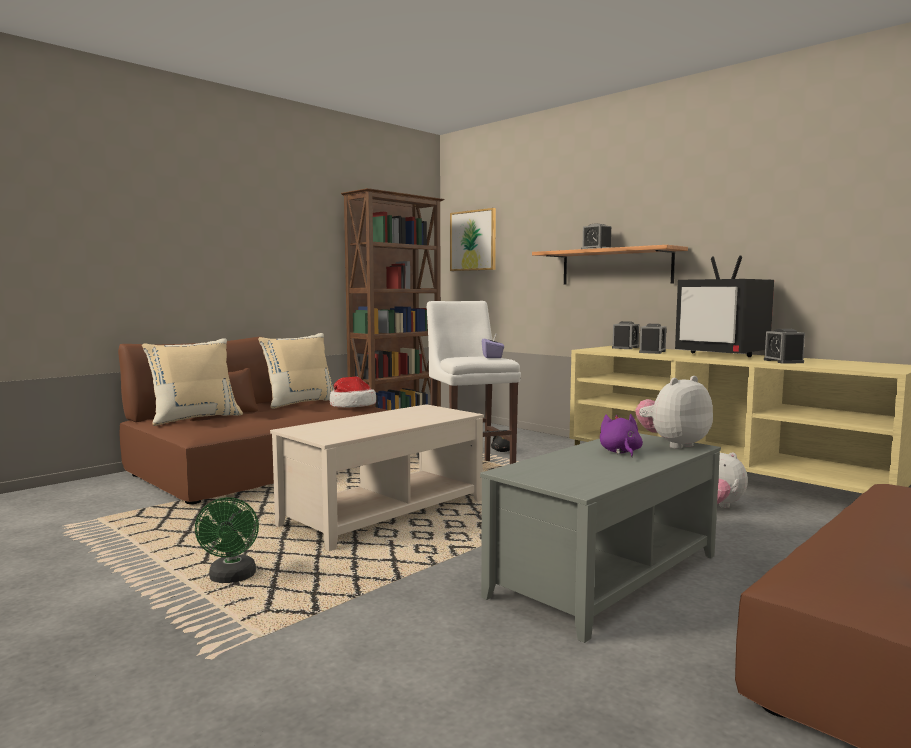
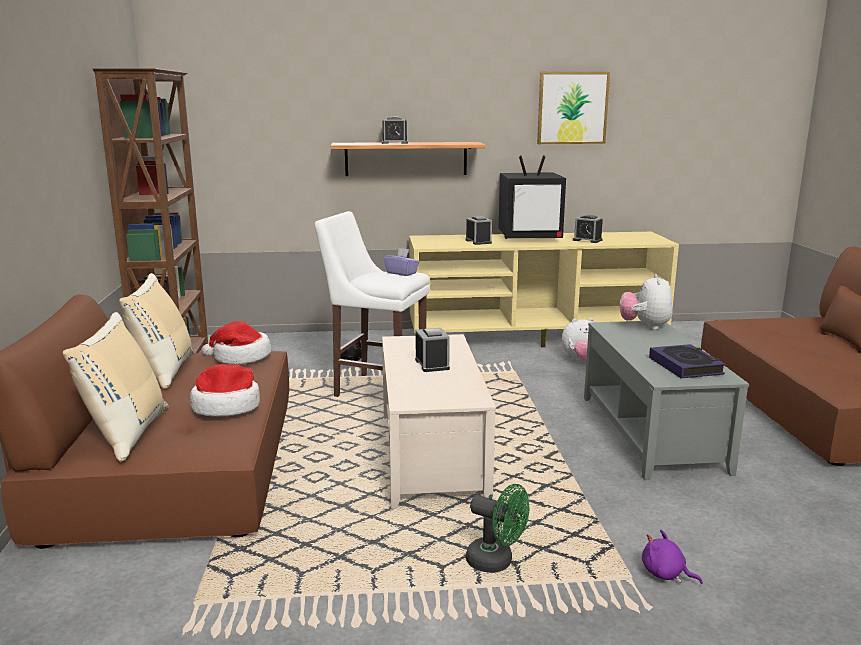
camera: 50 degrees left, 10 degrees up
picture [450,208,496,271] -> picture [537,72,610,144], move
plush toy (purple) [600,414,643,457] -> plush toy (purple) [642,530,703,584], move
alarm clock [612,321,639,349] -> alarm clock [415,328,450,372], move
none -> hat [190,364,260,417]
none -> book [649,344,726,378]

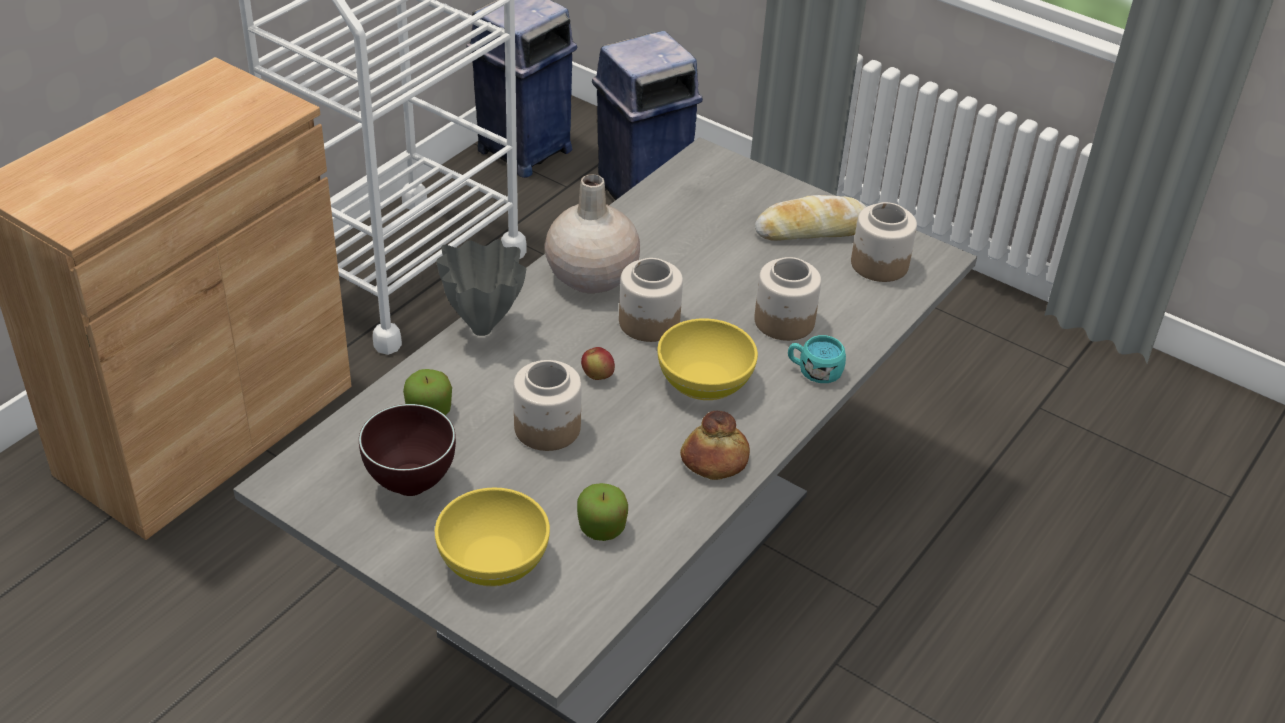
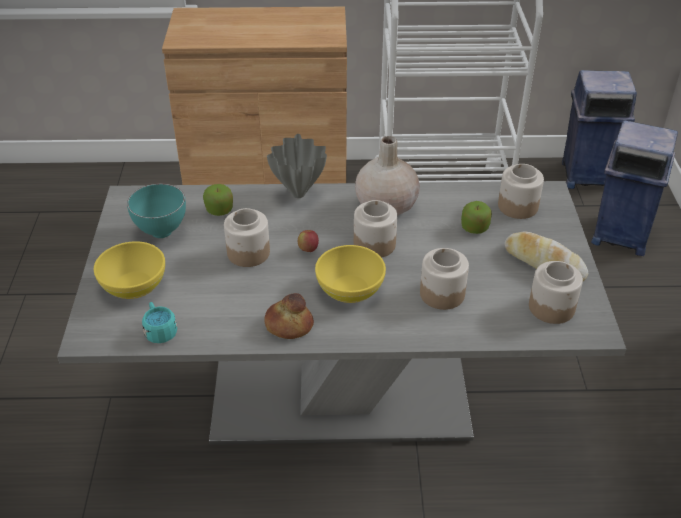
camera: 55 degrees right, 0 degrees up
bowl (brown) [359,404,456,496] -> bowl (turquoise) [127,183,186,238]
apple [577,483,628,541] -> apple [461,201,492,234], move
mug (turquoise) [788,335,846,383] -> mug (turquoise) [142,302,177,343], move
none -> jar [498,164,544,219]

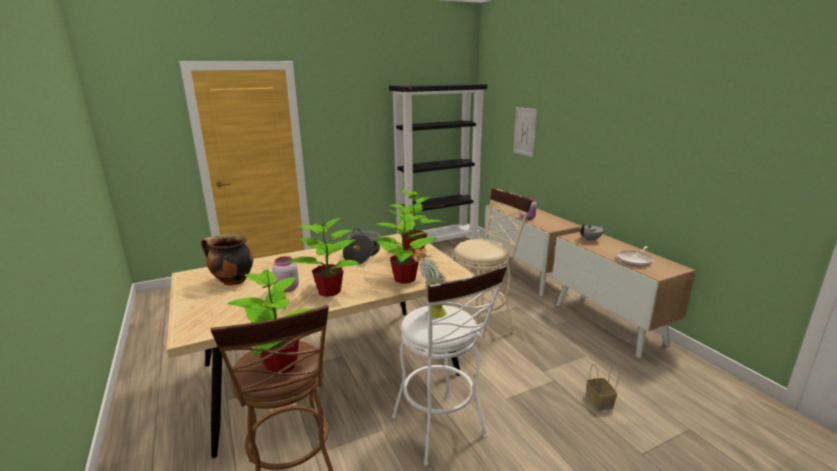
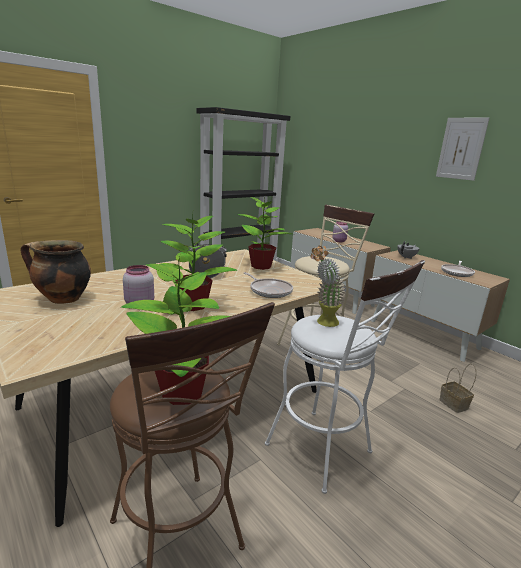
camera: 15 degrees left, 0 degrees up
potted plant [374,205,438,284] -> frying pan [244,272,293,298]
picture [513,107,537,157] -> picture [436,117,489,181], move

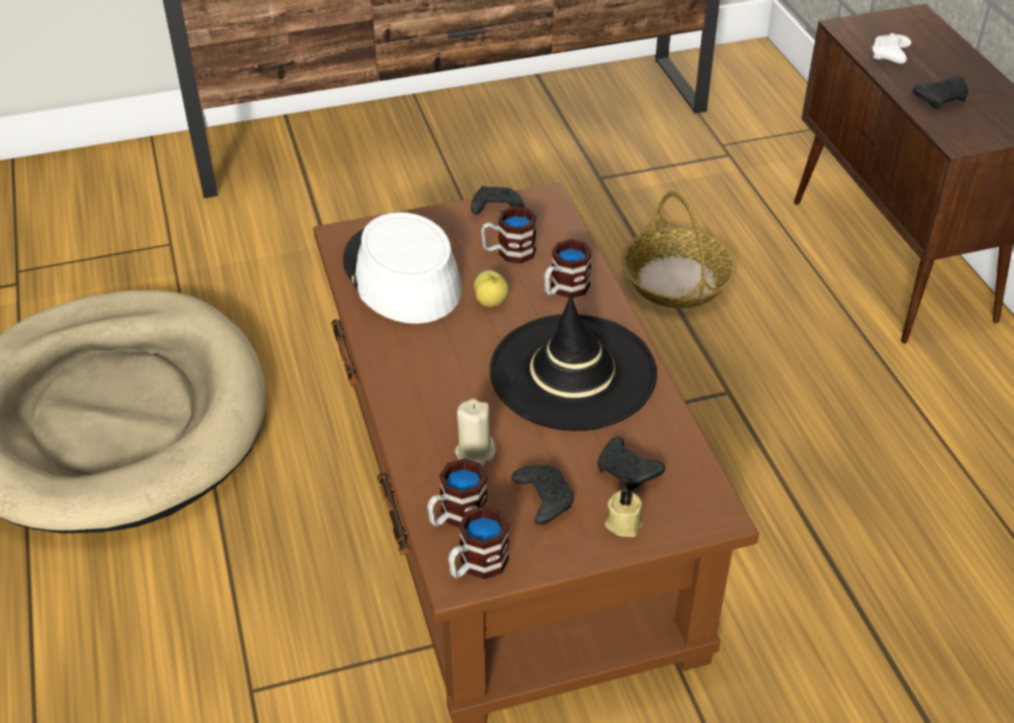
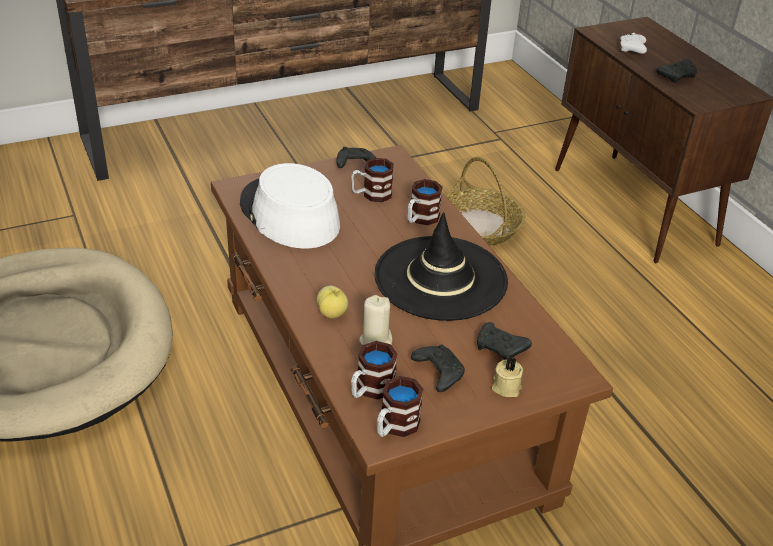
camera: 10 degrees left, 5 degrees down
apple [474,270,509,307] -> apple [317,286,348,318], move

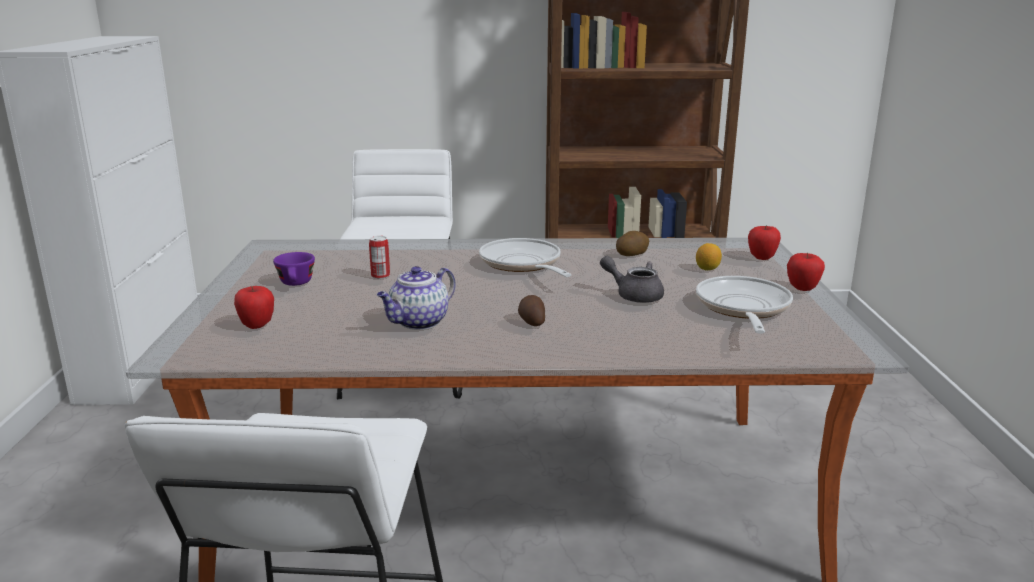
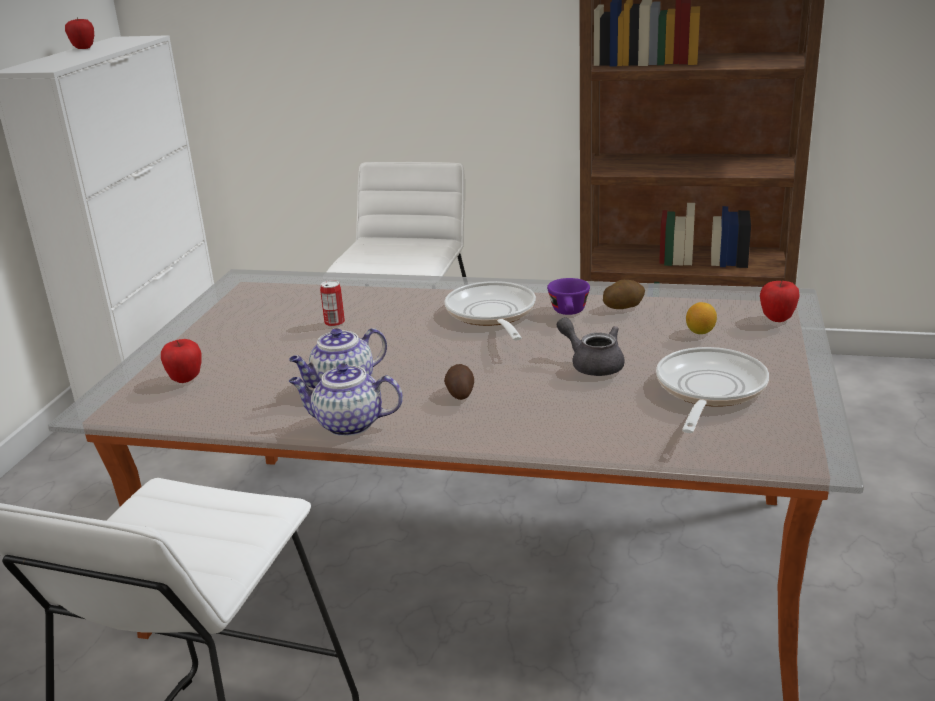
camera: 15 degrees right, 5 degrees up
cup (purple) [273,252,315,286] -> cup (purple) [547,278,590,315], move
apple [787,253,825,291] -> apple [65,17,94,49], move
none -> teapot [289,363,403,436]

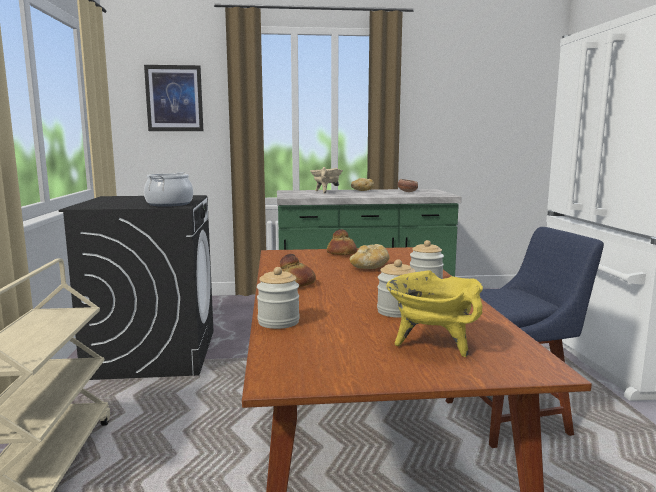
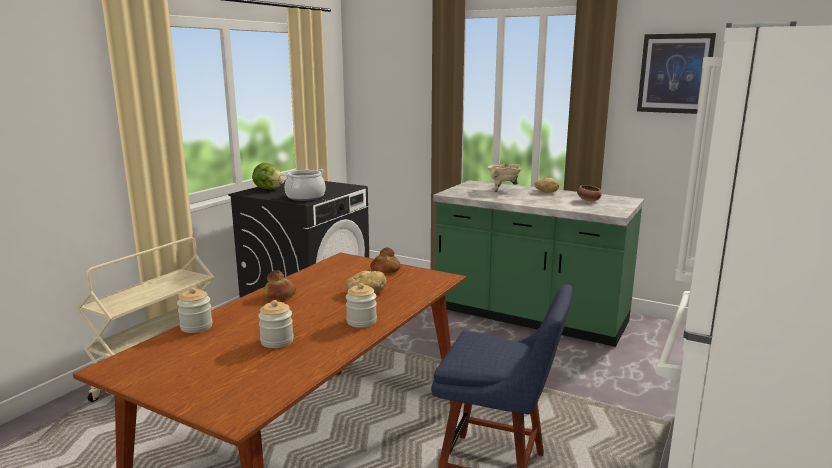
camera: 35 degrees right, 5 degrees up
picture [144,65,203,131] -> picture [637,33,716,114], move
cooking pot (yellow) [386,270,483,357] -> none
none -> lettuce [252,163,285,190]

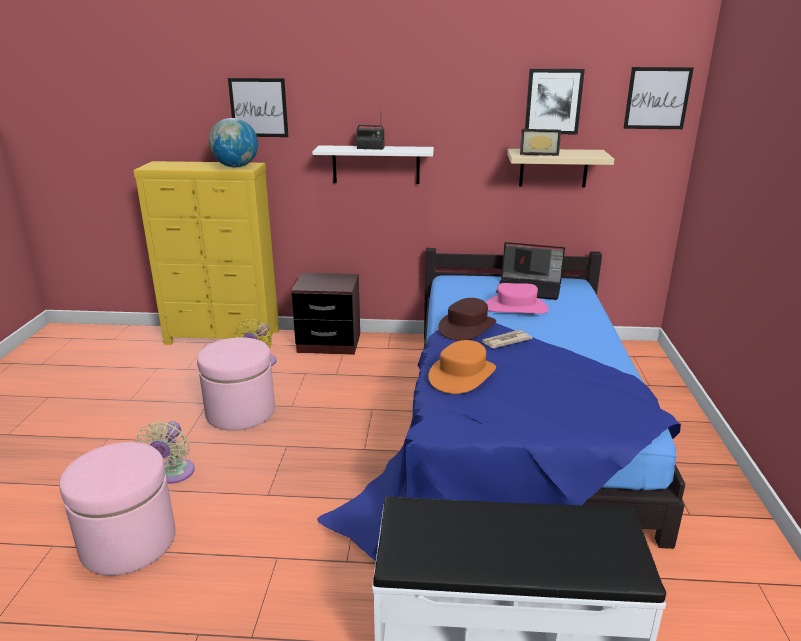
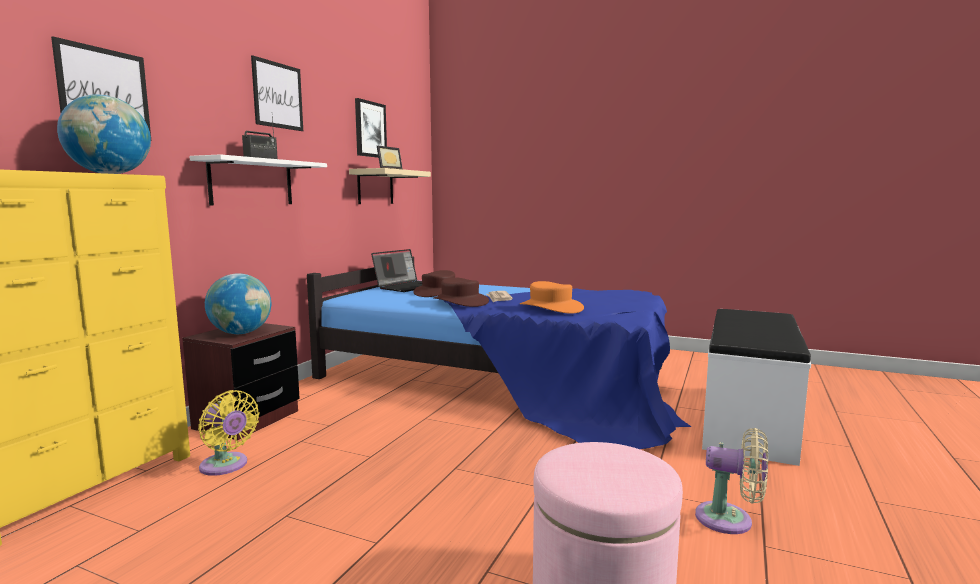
camera: 70 degrees left, 15 degrees down
fan (beige) [135,421,195,484] -> fan (beige) [695,428,768,534], move
ottoman (pink) [197,337,275,431] -> none
hat (pink) [486,283,549,314] -> hat (brown) [413,270,455,297]
picture [624,67,694,129] -> picture [251,55,303,131], move
none -> globe [205,273,271,334]

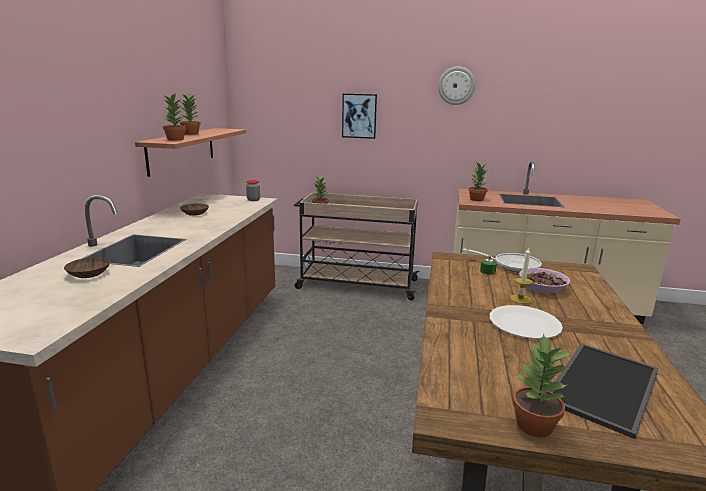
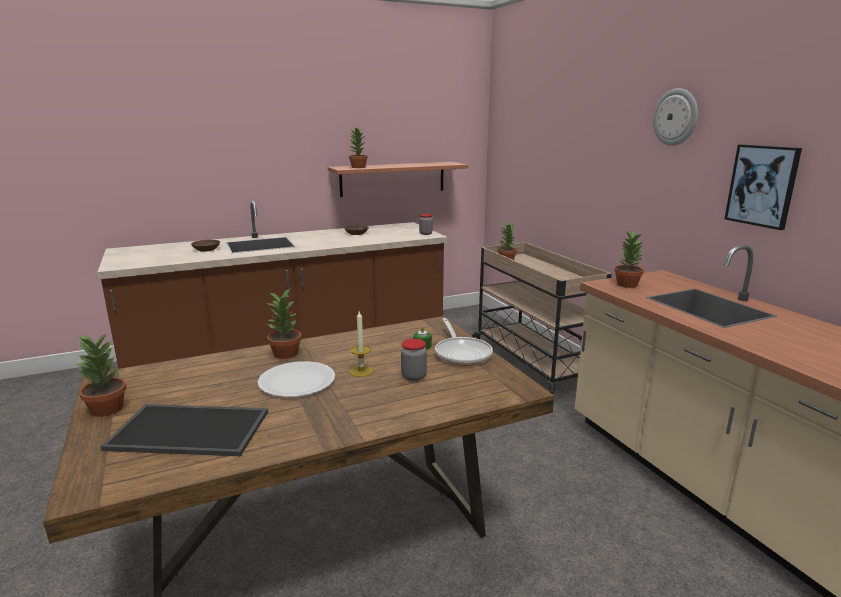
camera: 55 degrees right, 0 degrees up
potted plant [180,92,201,135] -> potted plant [267,289,302,359], move
picture [342,94,377,139] -> picture [724,144,802,230], move
bowl [519,268,570,294] -> jar [401,339,427,381]

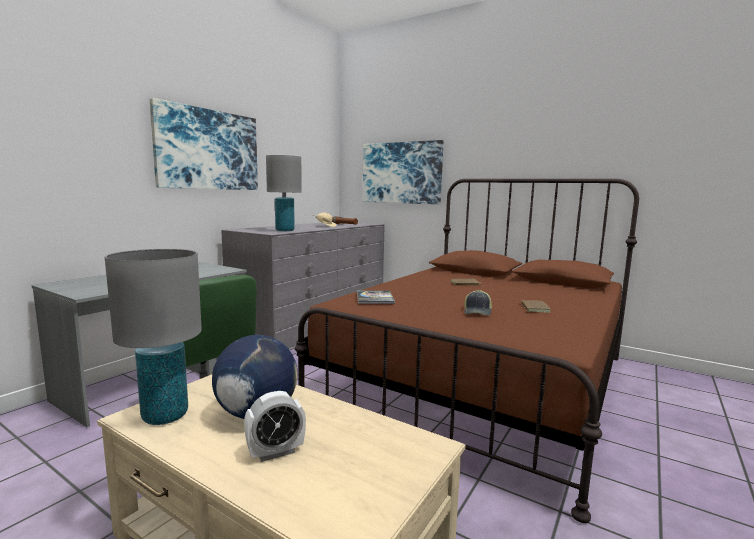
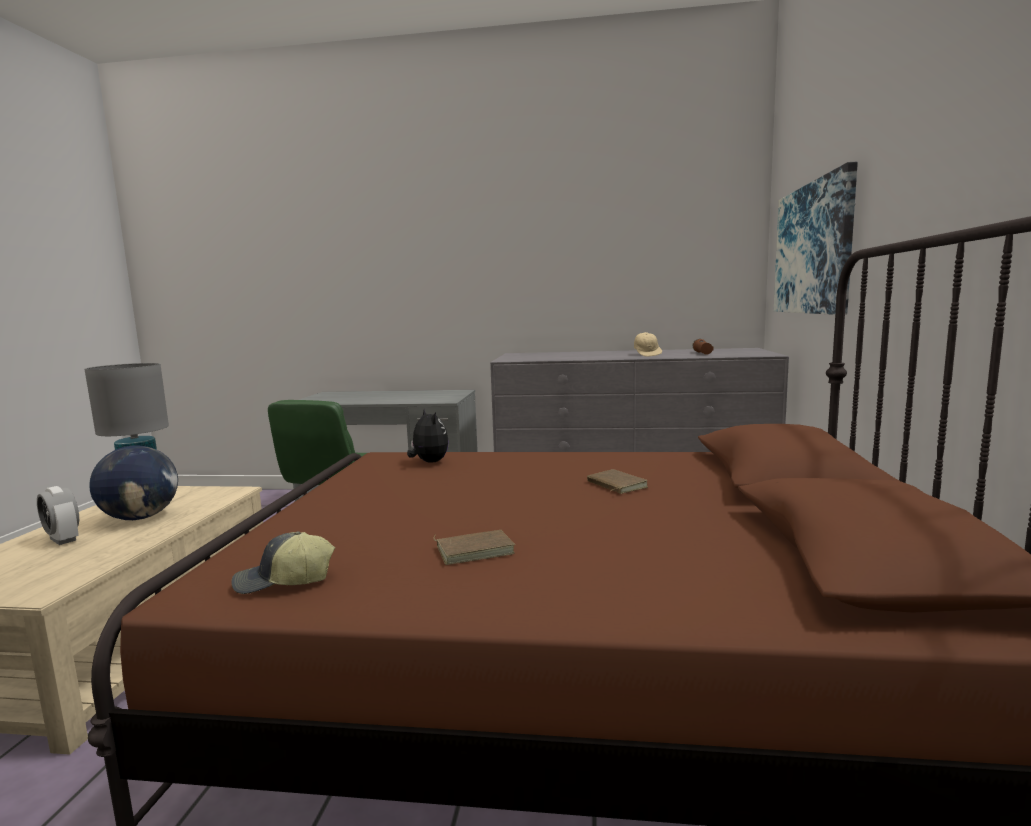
camera: 65 degrees right, 0 degrees up
picture [150,98,258,190] -> none
table lamp (grey) [266,155,302,231] -> none
book [357,290,395,304] -> plush toy [407,408,449,463]
cap [464,290,492,316] -> cap [231,531,335,594], move

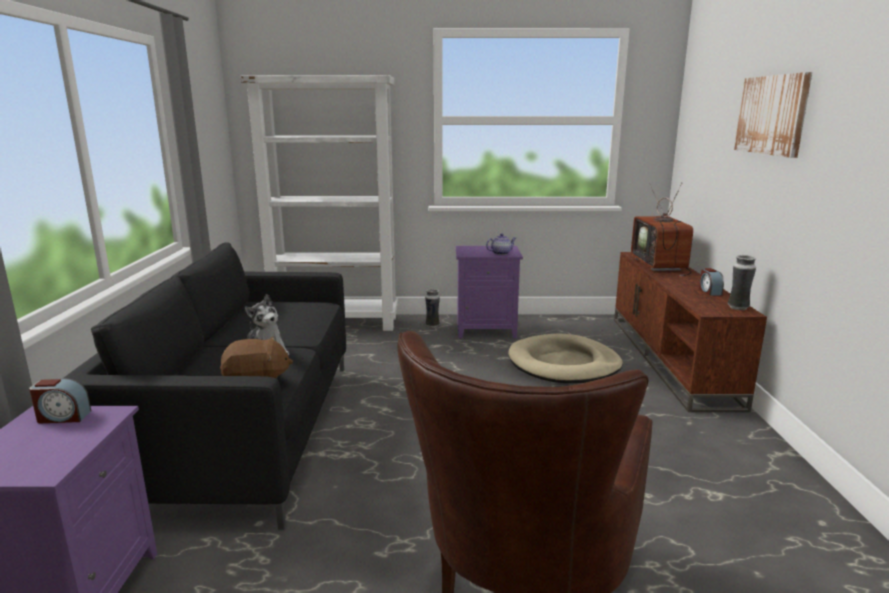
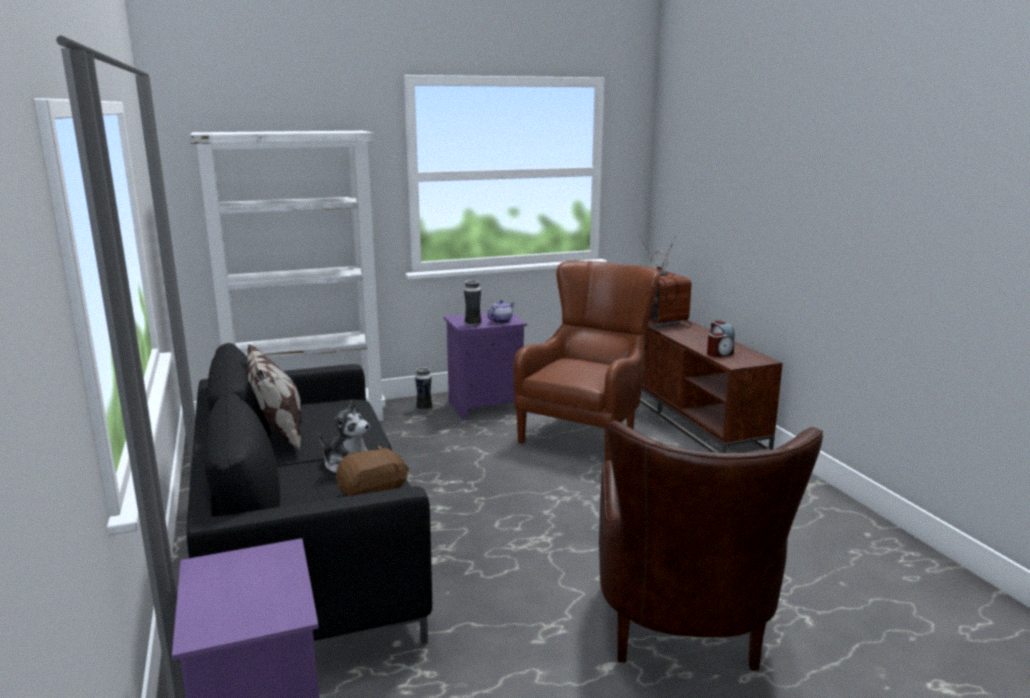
camera: 20 degrees left, 0 degrees up
alarm clock [29,379,91,423] -> alarm clock [707,332,734,357], move
dog bed (beige) [508,333,623,383] -> armchair (brown) [513,261,660,461]
vase [728,255,756,310] -> vase [464,280,482,327], move
picture [734,72,812,158] -> none
none -> pillow [247,344,302,451]

